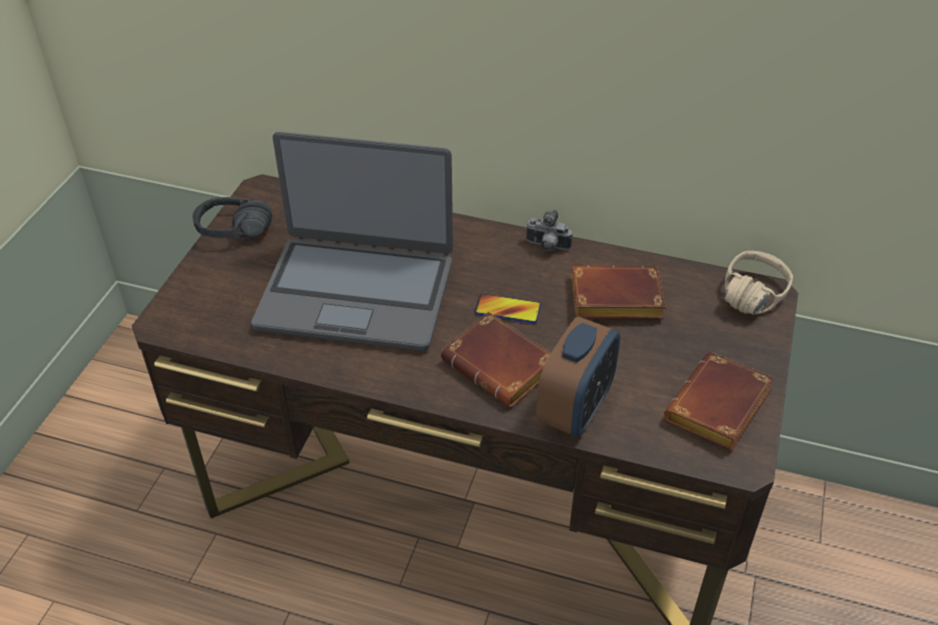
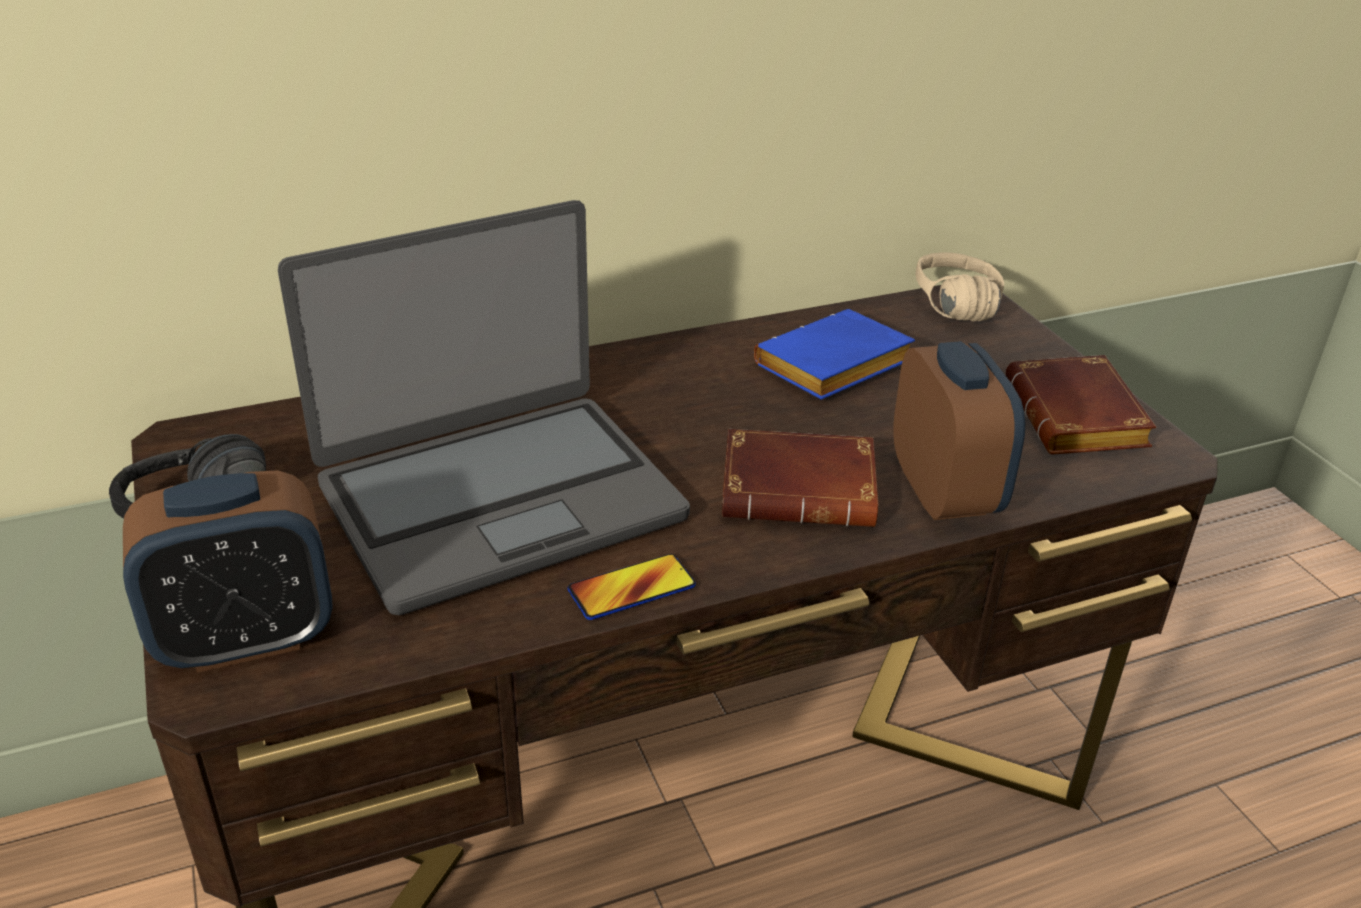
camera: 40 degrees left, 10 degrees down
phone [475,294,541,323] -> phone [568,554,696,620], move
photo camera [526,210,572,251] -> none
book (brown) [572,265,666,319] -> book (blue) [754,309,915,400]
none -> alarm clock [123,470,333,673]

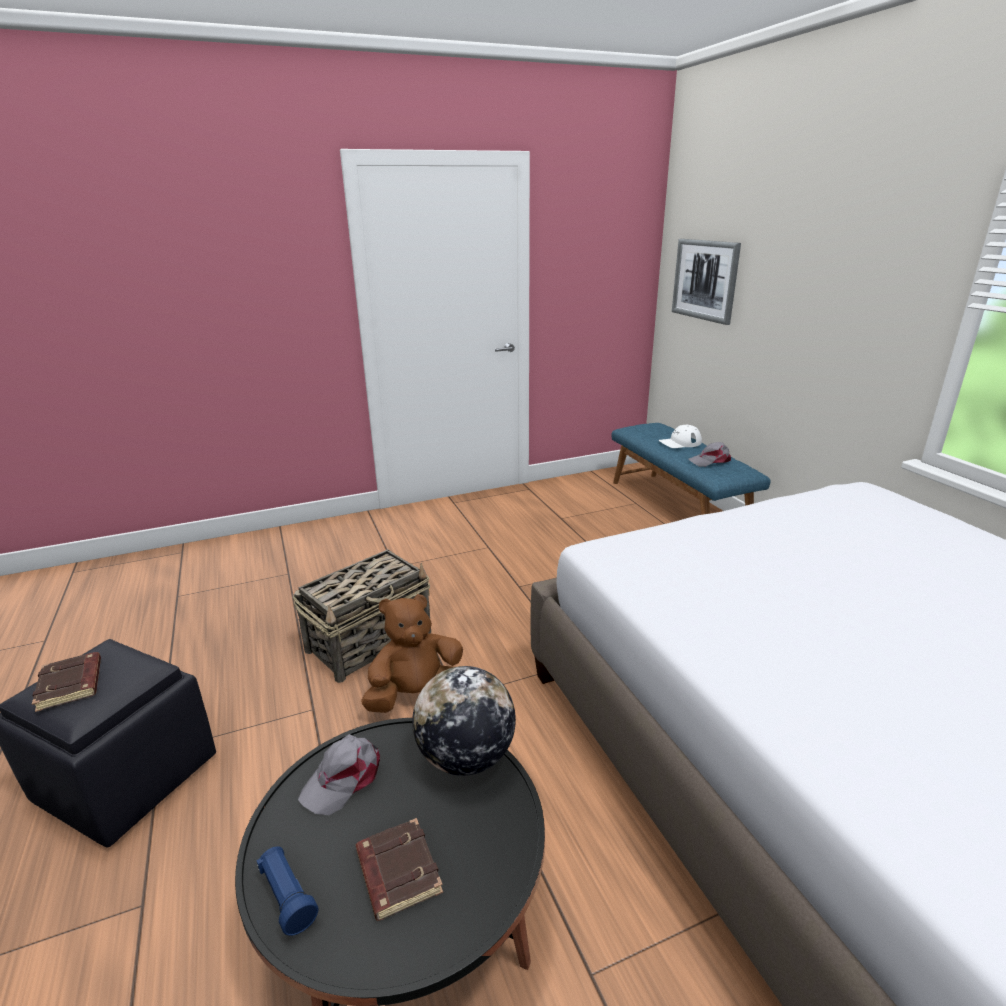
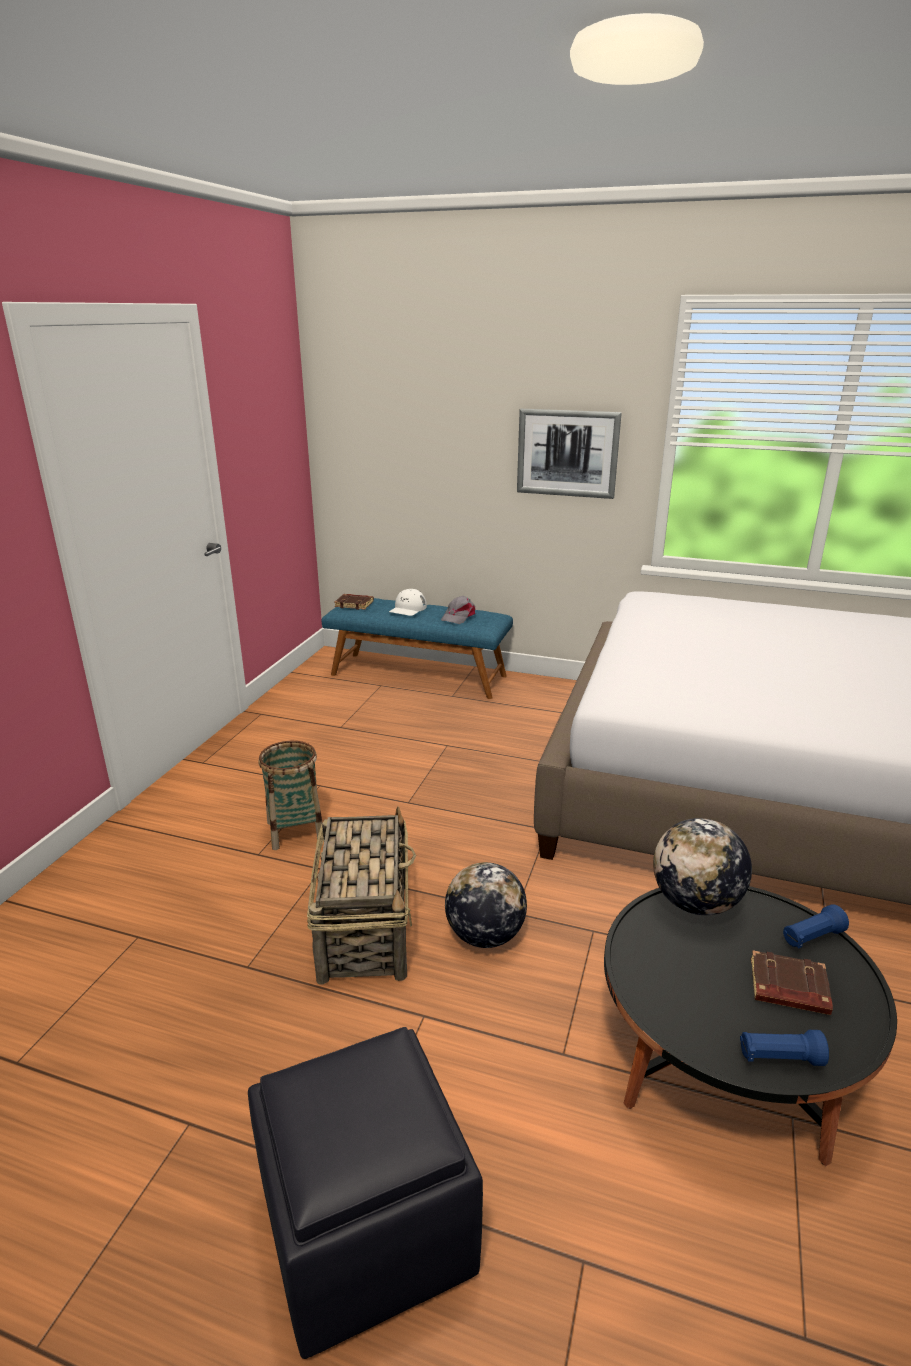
camera: 50 degrees left, 0 degrees up
book (brown) [32,652,101,712] -> book (brown) [335,594,374,610], move
cap (grey) [298,734,380,815] -> none
plush toy (brown) [361,594,463,713] -> globe [445,862,527,948]
picture [672,239,741,325] -> picture [517,409,622,499], move
none -> basket [259,741,323,850]
none -> flashlight (blue) [783,904,849,948]

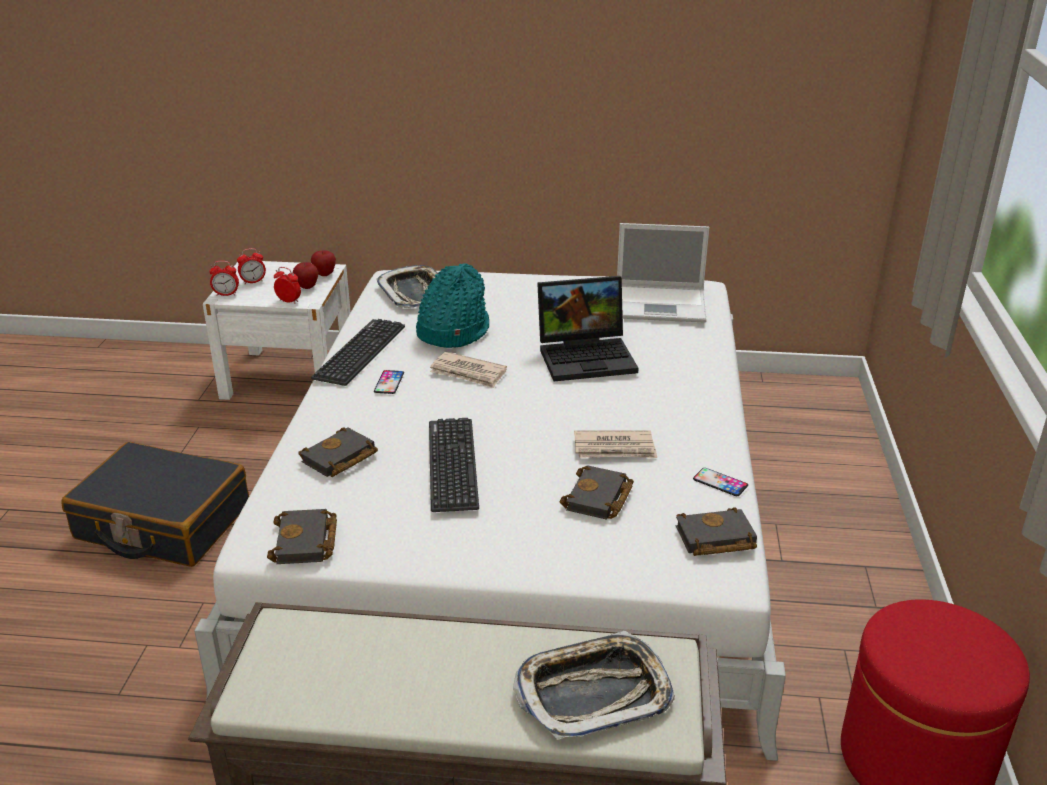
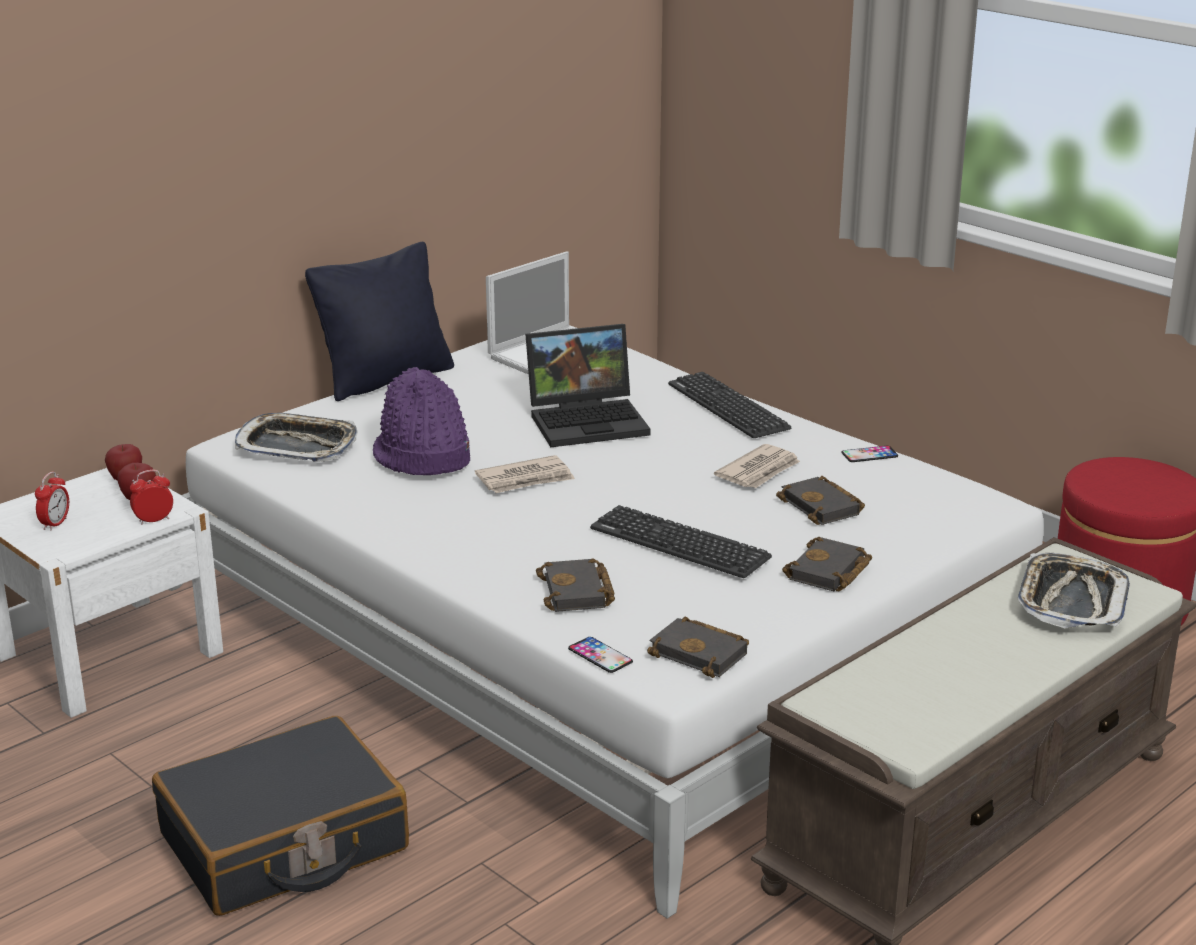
camera: 50 degrees left, 5 degrees down
alarm clock [209,261,239,296] -> none
keyboard [311,319,405,386] -> keyboard [668,372,791,438], move
phone [374,370,404,394] -> phone [568,637,633,673], move
hat (turquoise) [416,263,489,348] -> hat (purple) [373,367,470,475]
laptop [537,276,638,381] -> laptop [525,324,650,447], 45 degrees clockwise
book (black) [675,507,757,556] -> book (black) [782,537,872,591], move
none -> pillow (black) [305,242,454,401]

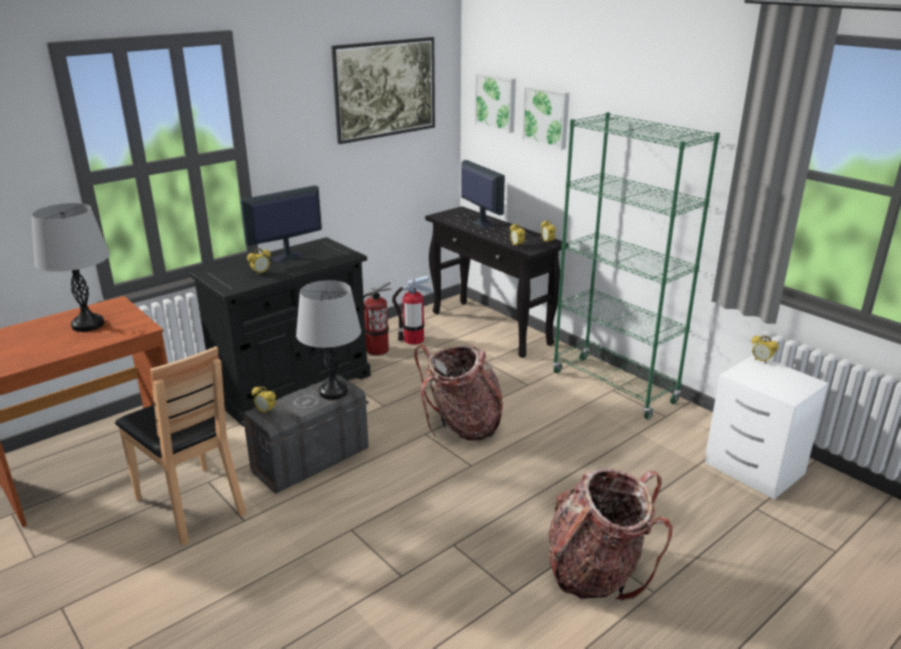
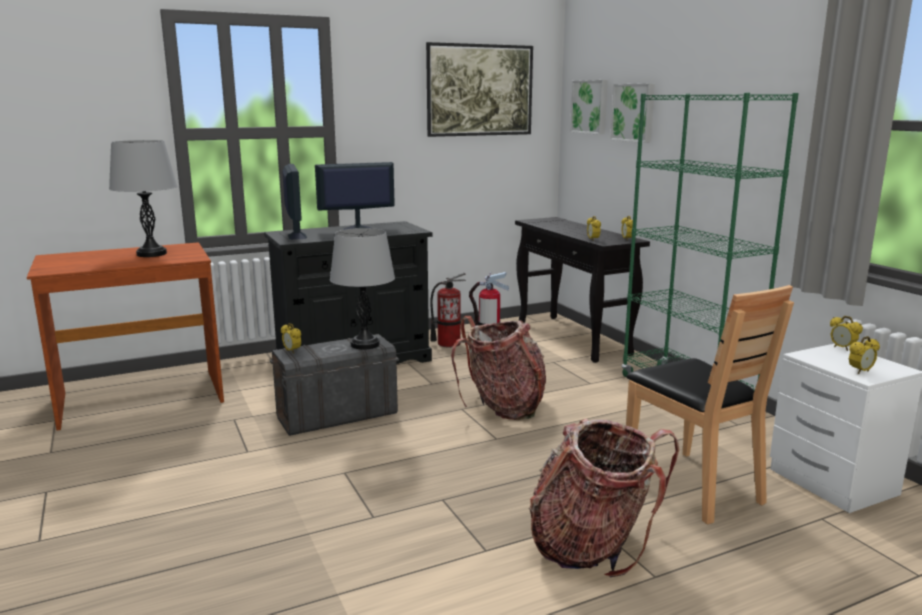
camera: 15 degrees right, 10 degrees down
chair (brown) [115,346,247,545] -> chair (brown) [626,285,794,524], move
alarm clock [247,248,271,275] -> alarm clock [849,336,880,374], move
monitor [461,160,505,228] -> monitor [282,164,307,240], move

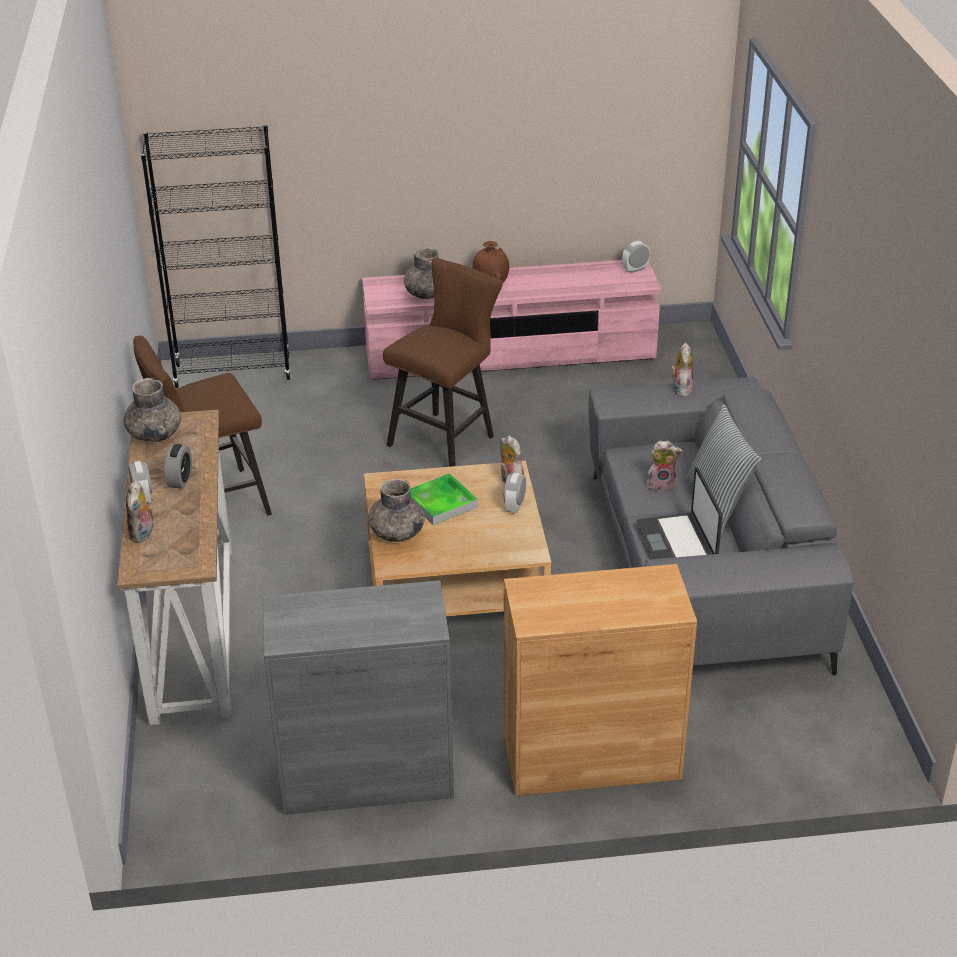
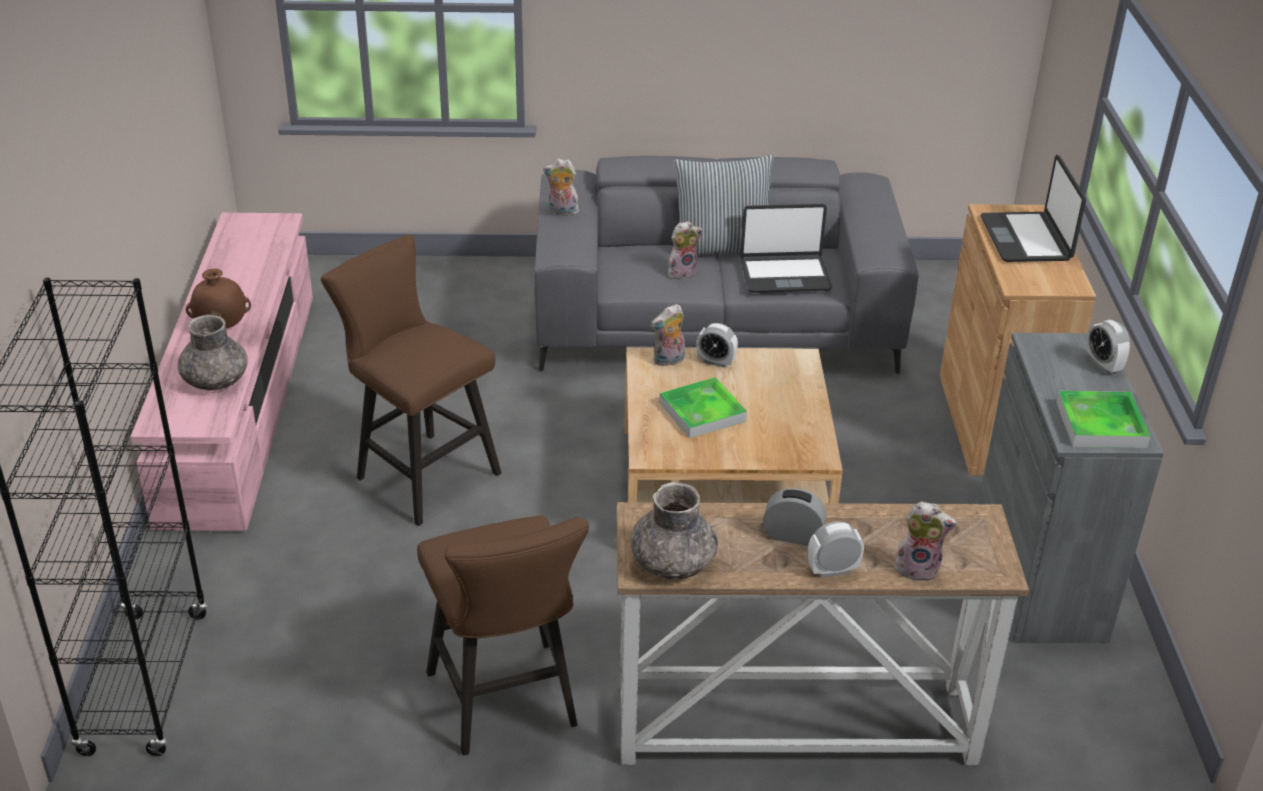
camera: 85 degrees left, 0 degrees up
vase (grey) [368,478,425,542] -> none
alarm clock [622,241,650,273] -> alarm clock [1087,320,1130,374], move
plush toy [647,441,683,492] -> plush toy [668,221,703,280], 60 degrees clockwise
none -> laptop [981,155,1086,262]
none -> tray [1056,391,1150,448]

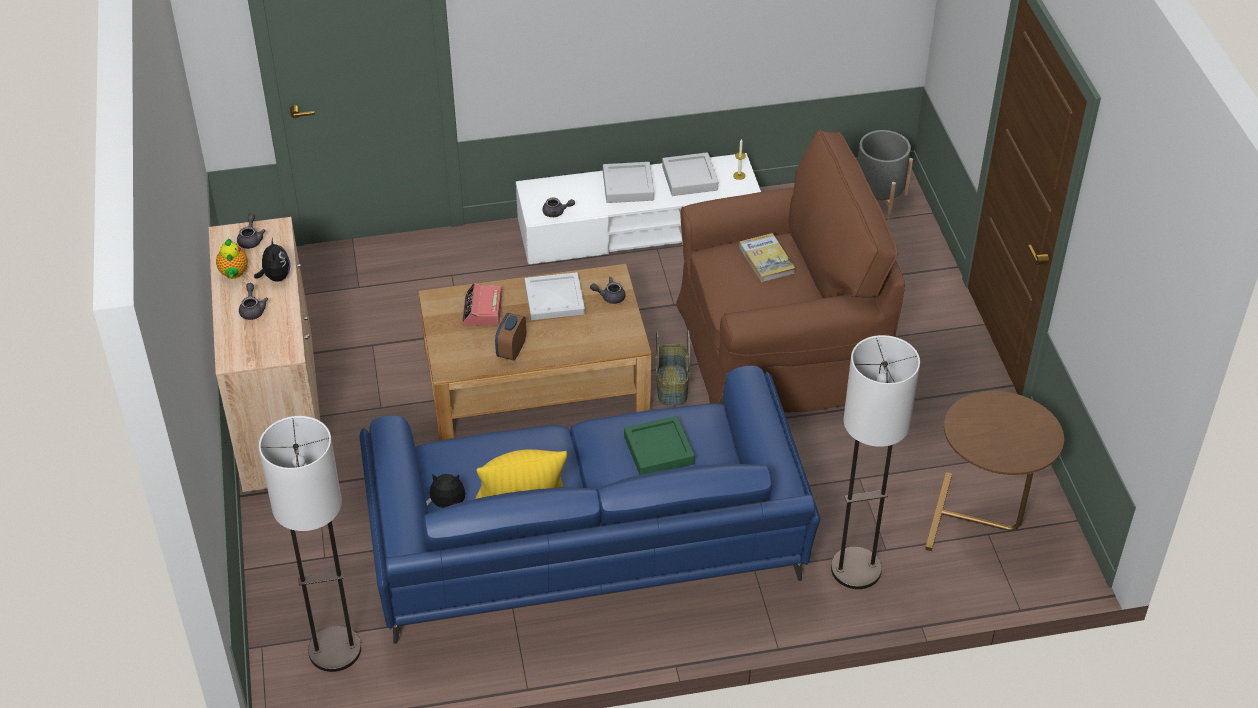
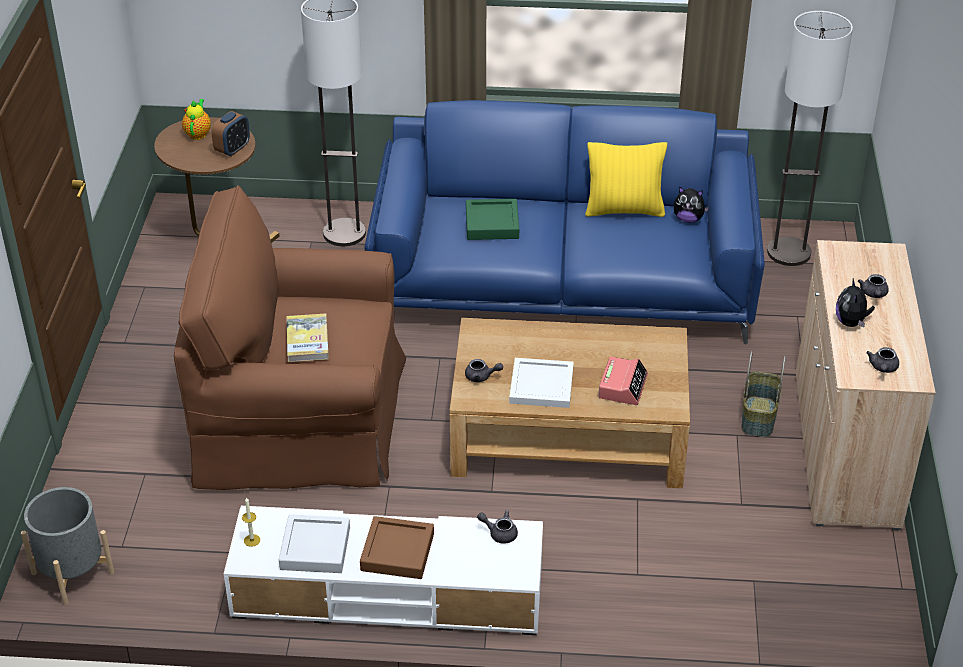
camera: 165 degrees left, 5 degrees down
teapot [216,238,248,279] -> teapot [182,99,211,140], move
alarm clock [495,313,526,360] -> alarm clock [211,111,250,157], move
tray (grey) [603,162,654,203] -> tray (brown) [360,516,434,579]
basket [655,330,690,405] -> basket [742,351,786,437], move

